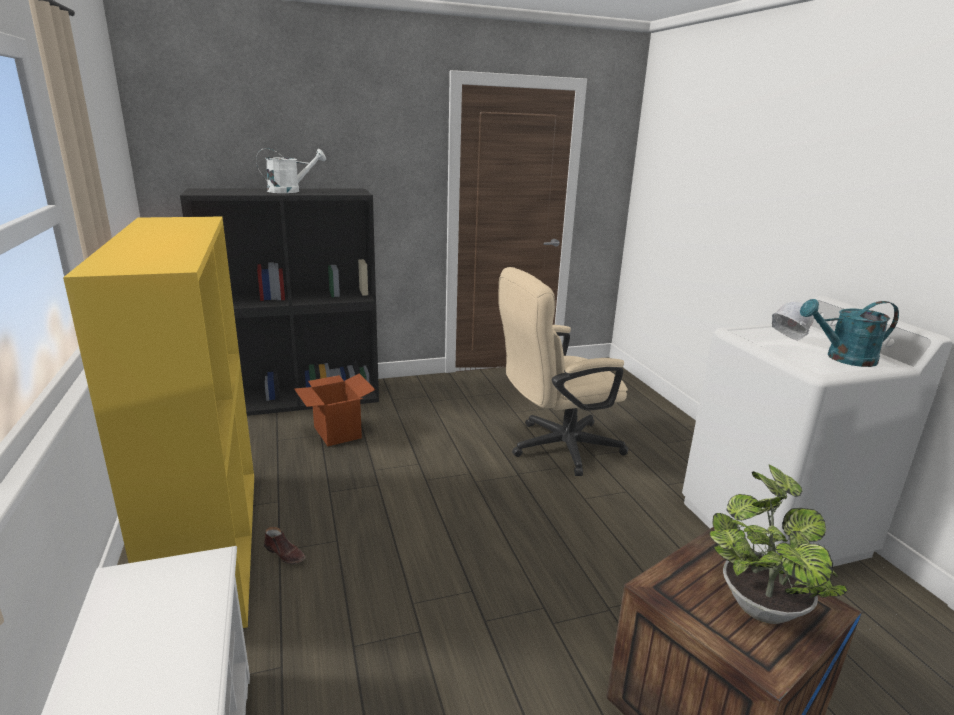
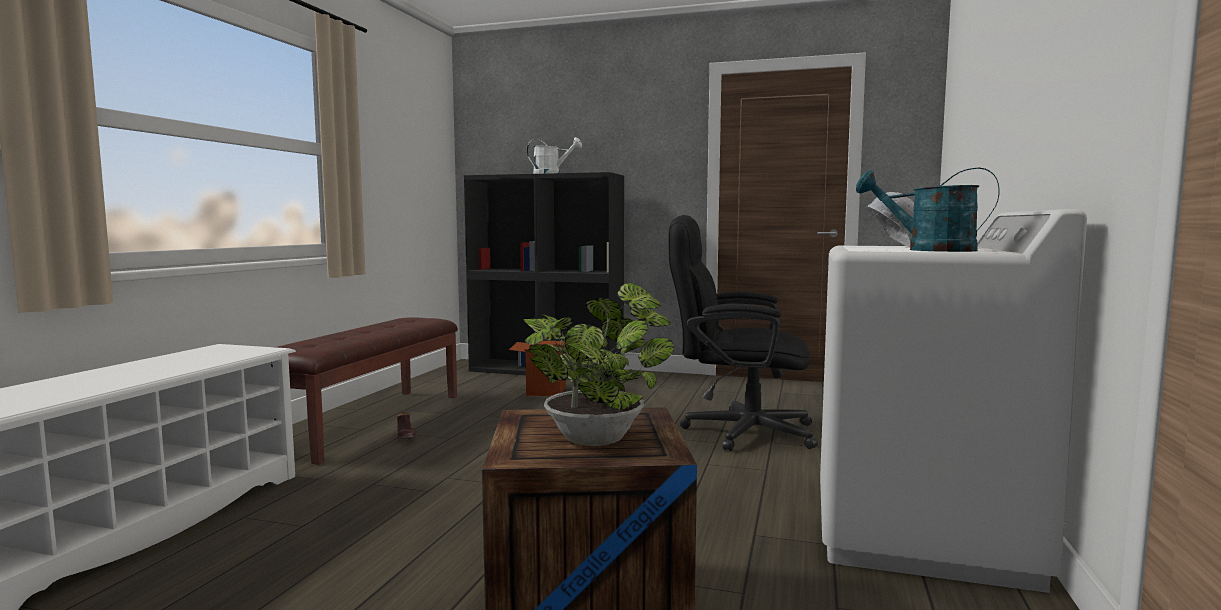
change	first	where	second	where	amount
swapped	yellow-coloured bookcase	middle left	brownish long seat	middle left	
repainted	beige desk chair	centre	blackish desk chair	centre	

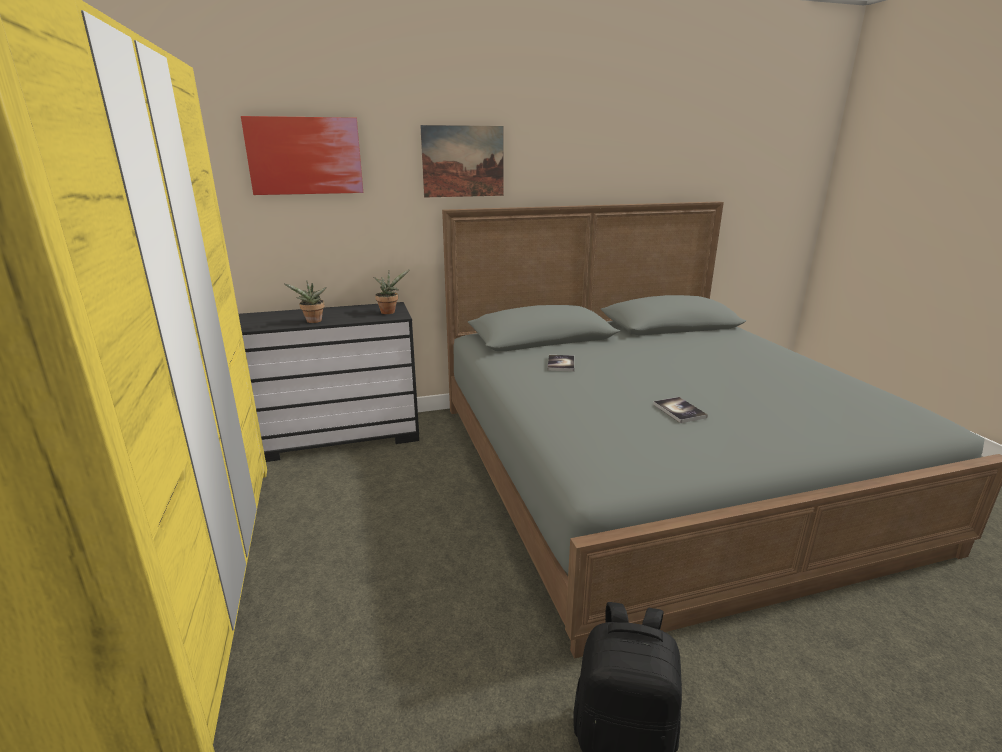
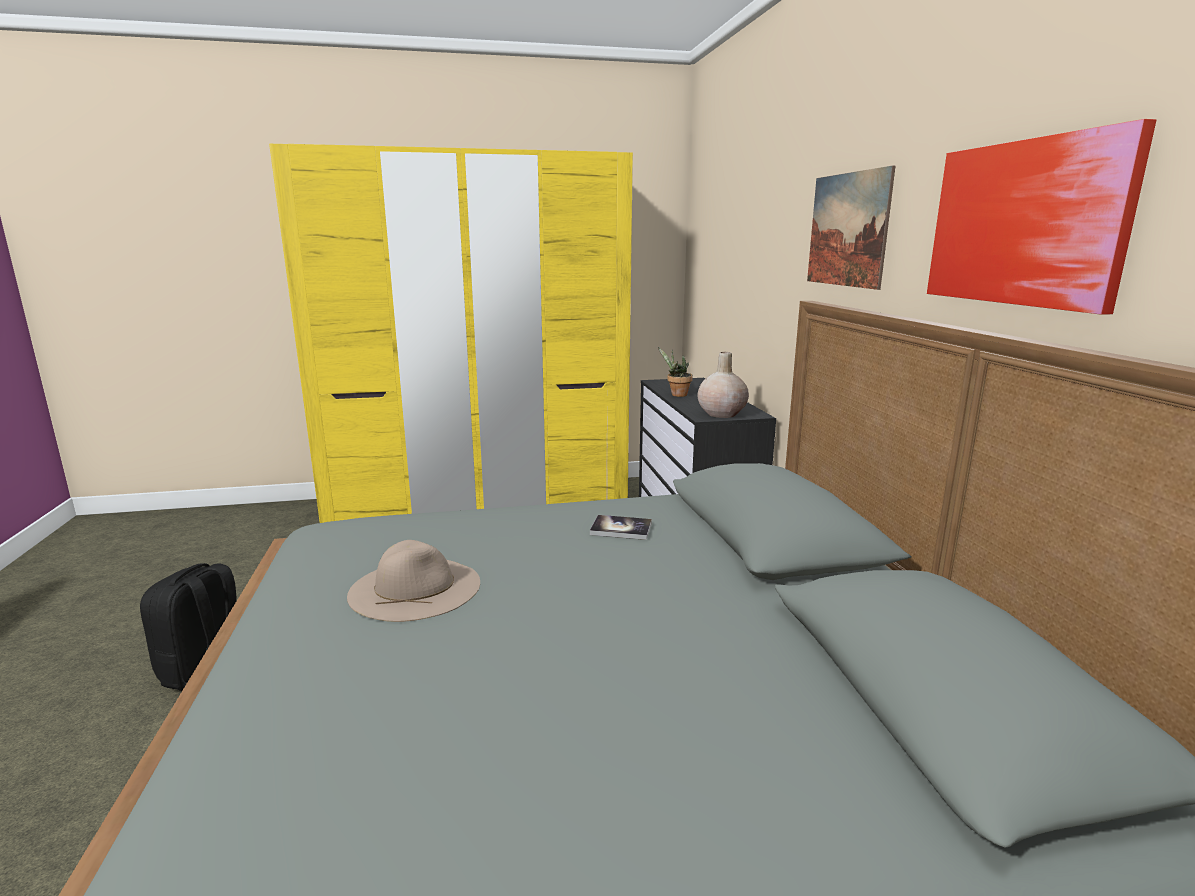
change	first	where	second	where	amount
shifted	picture (no. 1 from left in the first image)	top left	picture (no. 2 from left)	top right	
swapped	potted plant (no. 2 from left)	centre	beige decorative vase	centre	
swapped	book (no. 2 from left)	middle right	beige clothing hat	centre	

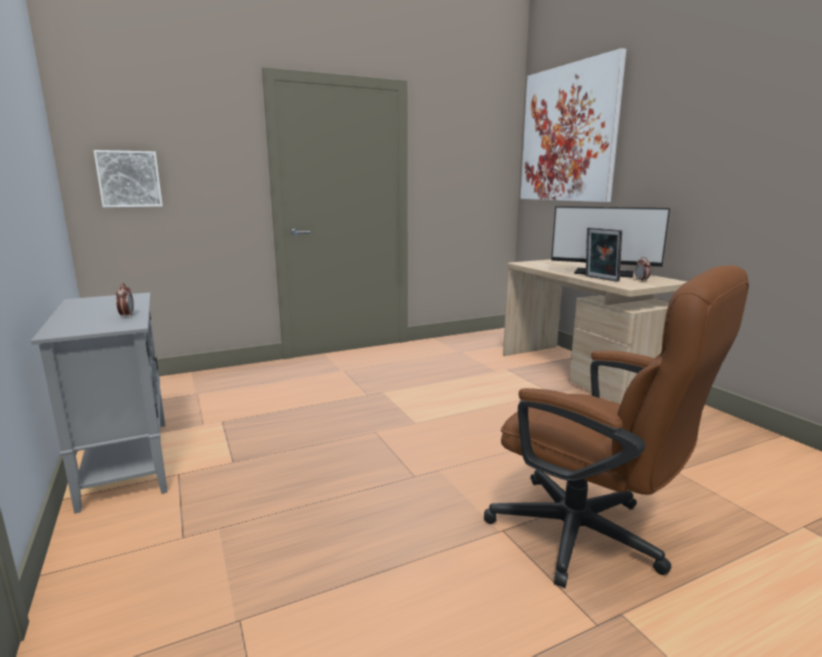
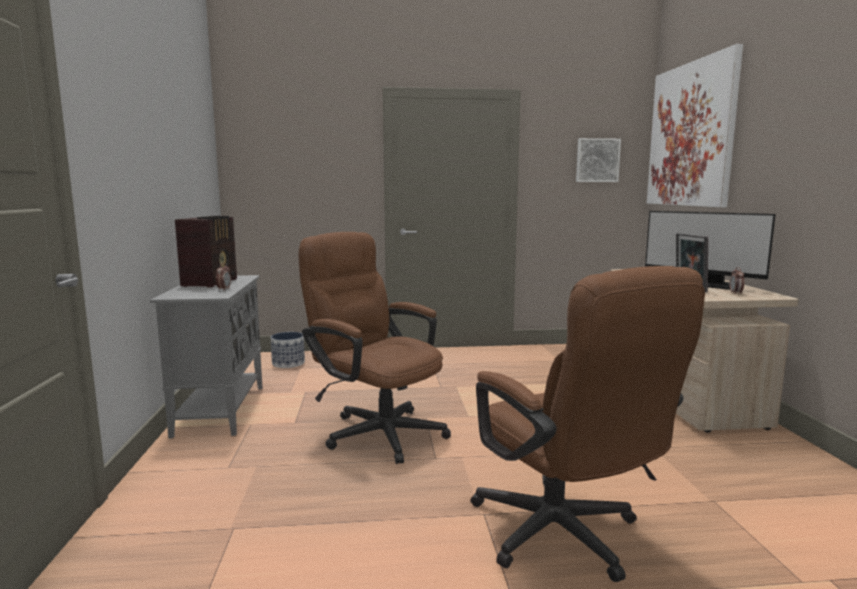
change	first	where	second	where	amount
shifted	picture (no. 1 from left)	top left		top right	
new			radio	middle left	
new			flower pot	centre	
new			brownish desk chair (no. 1 from left)	centre	

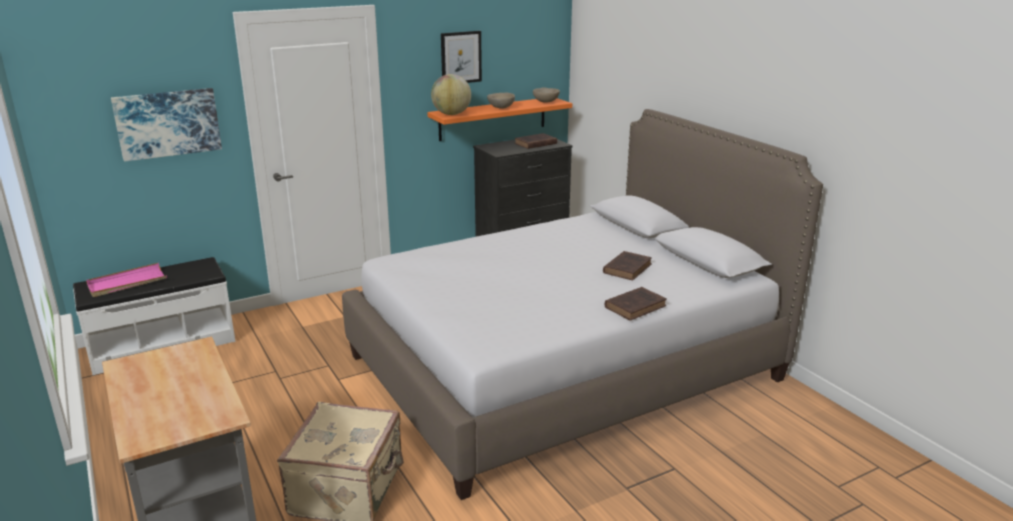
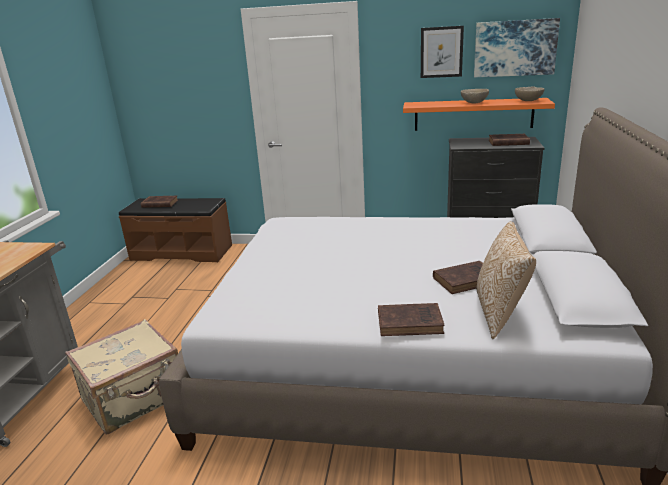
change	first	where	second	where	amount
repainted	white-coloured long seat	middle left	brownish long seat	middle left	
swapped	pink tray	middle left	brownish book (no. 1 from left)	middle left	
shifted	picture (no. 1 from left in the first image)	top left	picture (no. 2 from left)	top right	
gone	globe	top centre			
new			throw pillow	middle right	

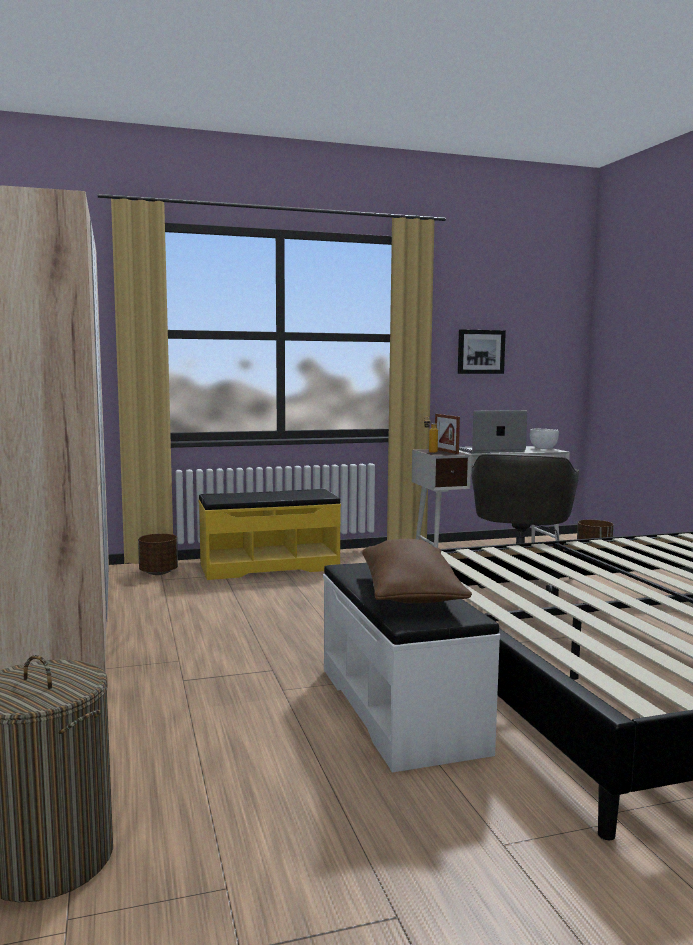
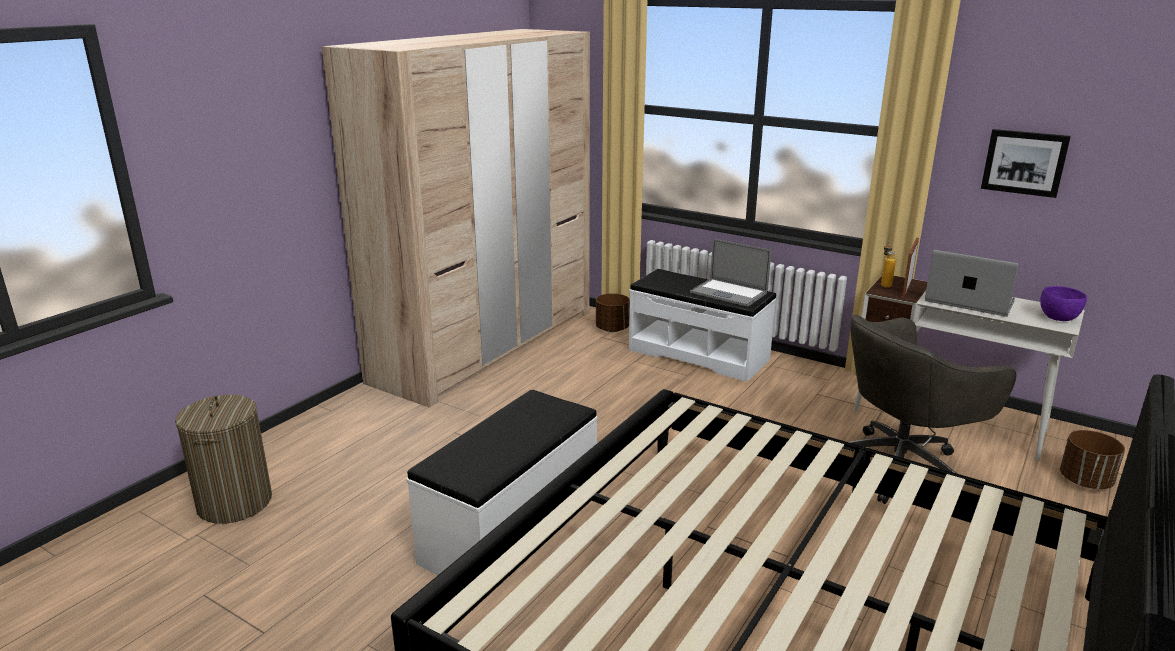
change	first	where	second	where	amount
repainted	yellow-coloured long seat	centre	white-coloured long seat (no. 2 from left)	centre	
gone	brownish throw pillow	centre			
repainted	white-coloured serving bowl	middle right	purplish serving bowl	middle right	
new			portable computer (no. 1 from left)	centre	

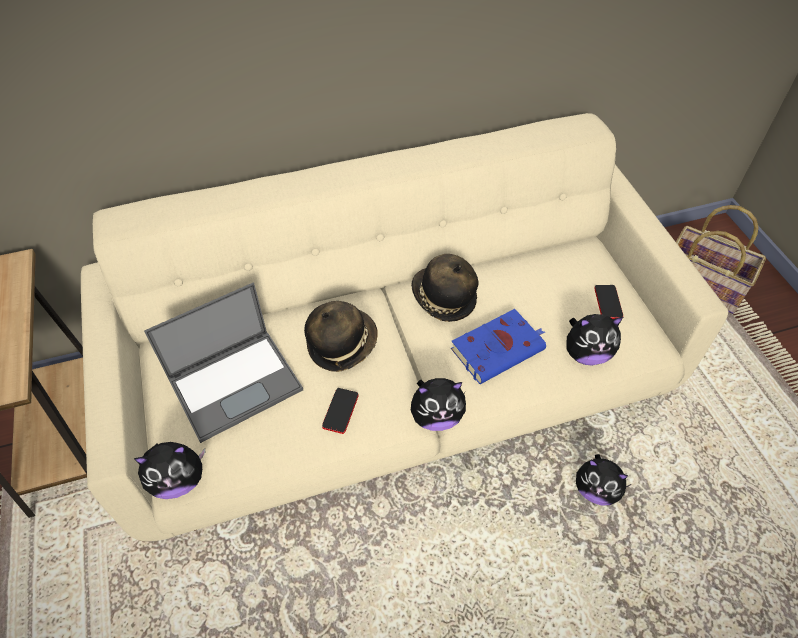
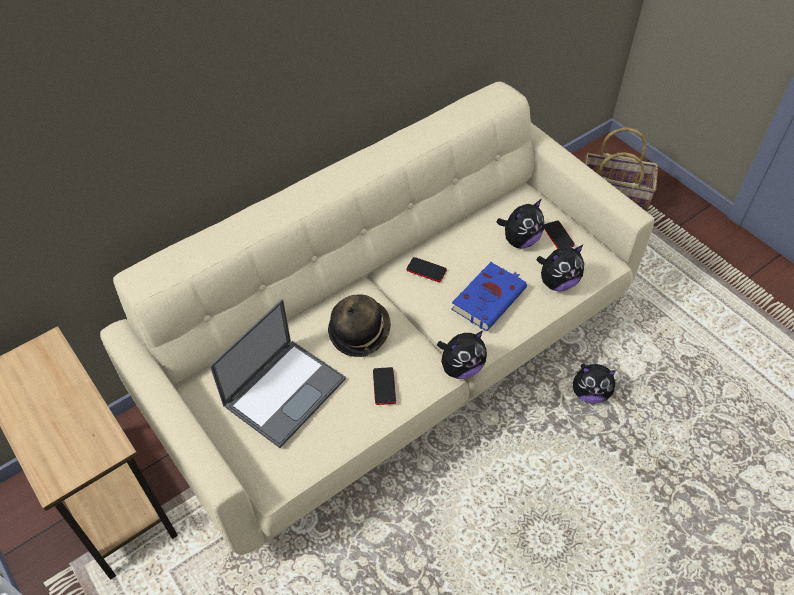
change	first	where	second	where	amount
shifted	soft toy (no. 1 from left in the first image)	bottom left	soft toy (no. 2 from left)	centre	
swapped	clothing hat (no. 2 from left)	centre	phone (no. 2 from left)	centre	

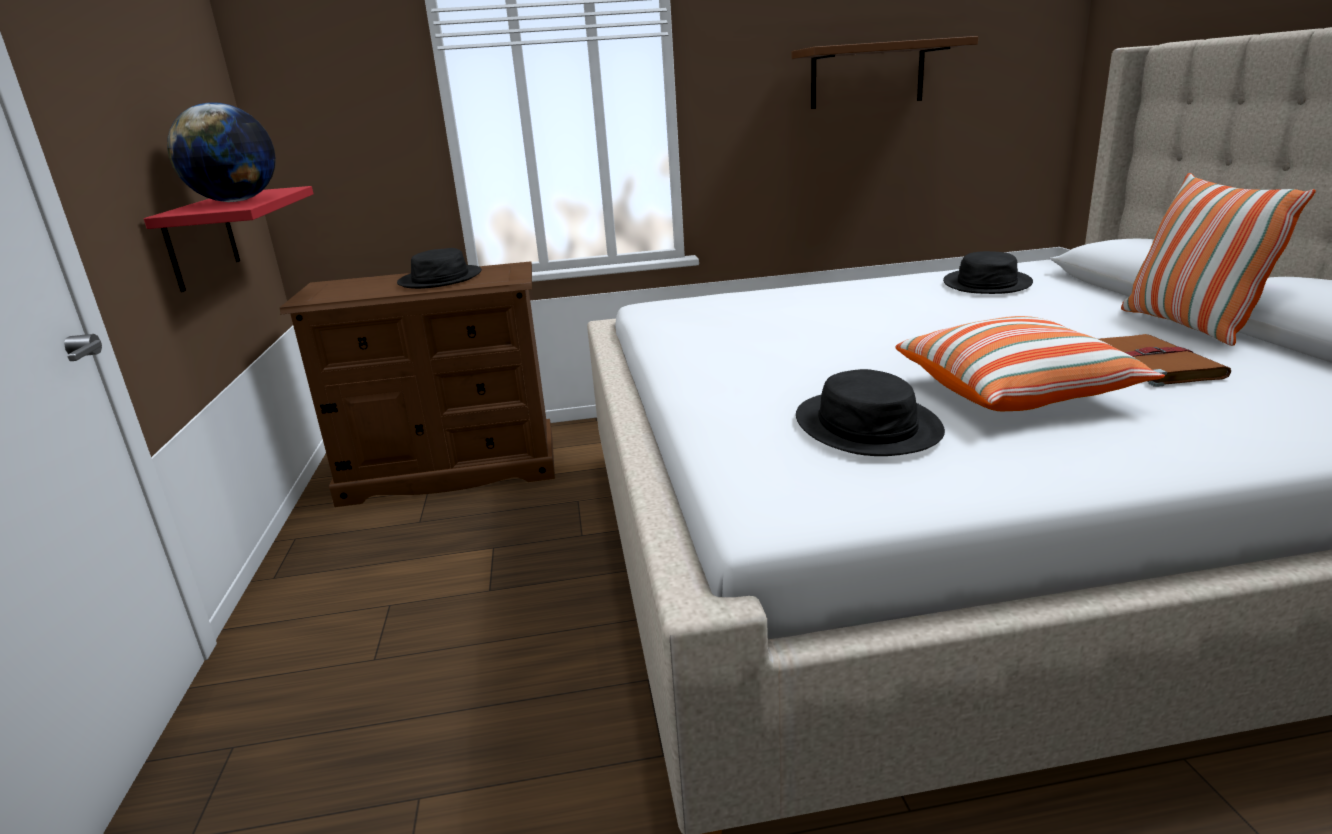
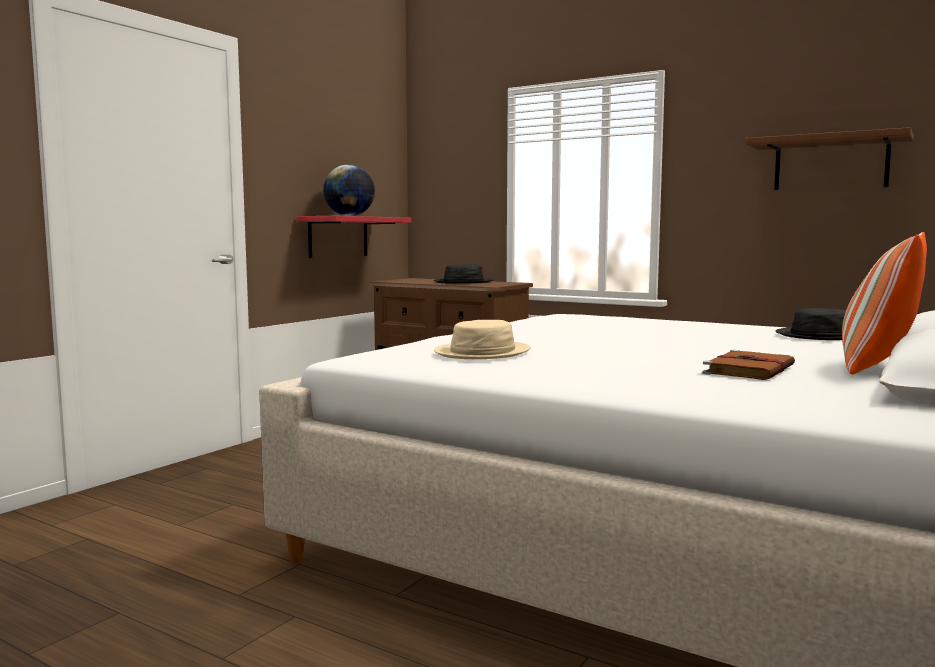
change	first	where	second	where	amount
repainted	blackish clothing hat (no. 2 from left)	centre	beige clothing hat	centre	
gone	throw pillow (no. 1 from left)	middle right			

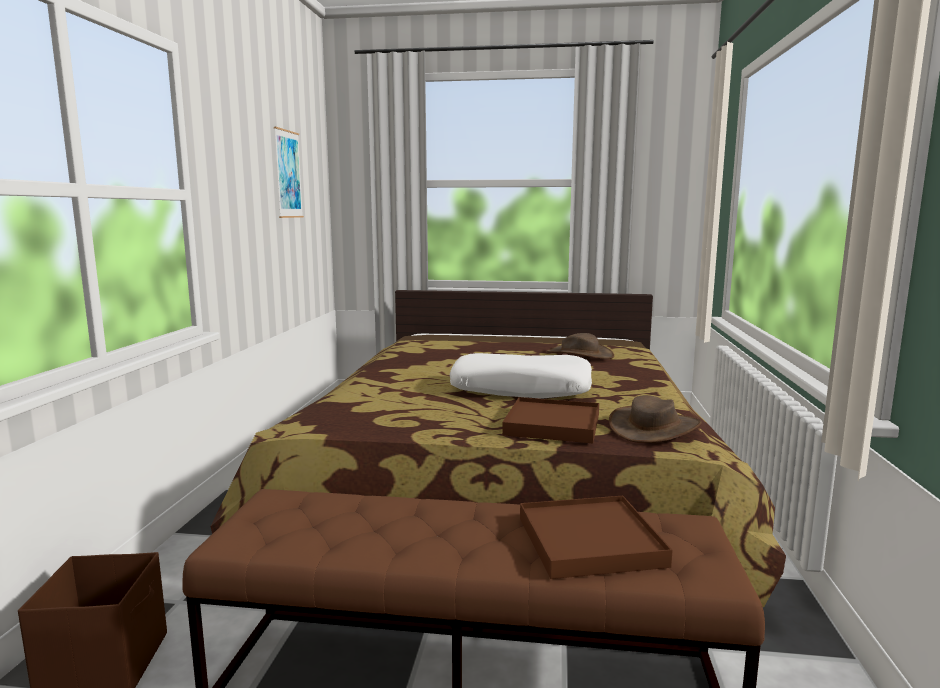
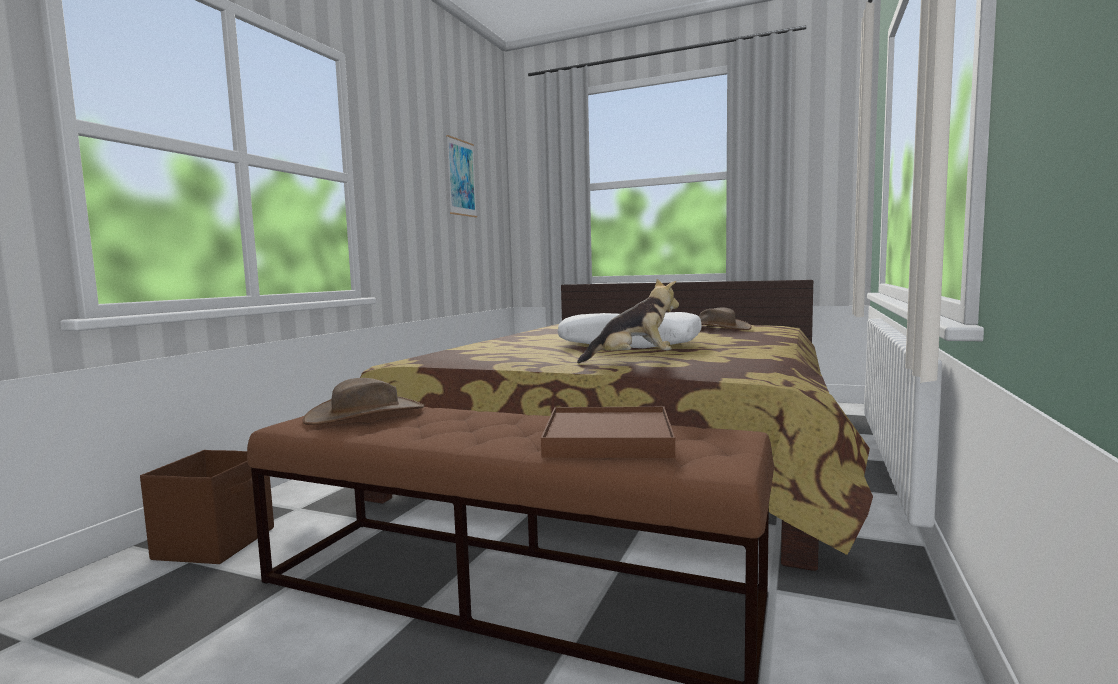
change	first	where	second	where	amount
swapped	brownish tray (no. 1 from left)	centre	soft toy	centre	
shifted	brownish clothing hat (no. 2 from left in the first image)	middle right	brownish clothing hat (no. 1 from left)	middle left	

